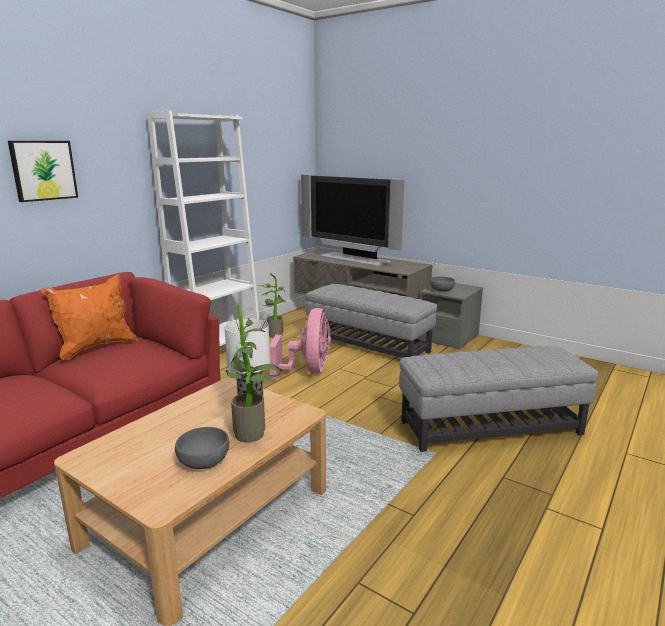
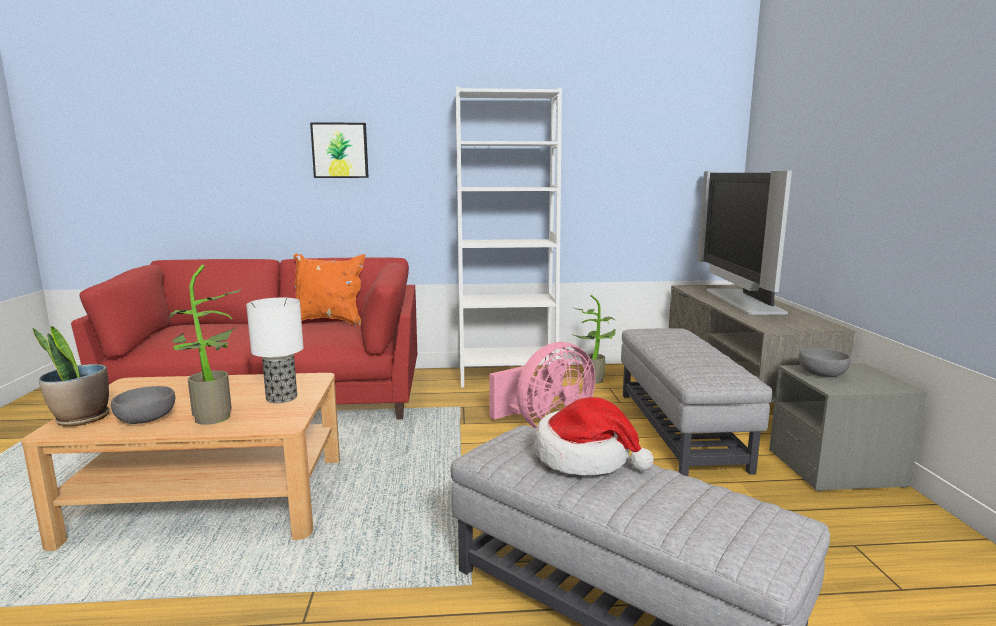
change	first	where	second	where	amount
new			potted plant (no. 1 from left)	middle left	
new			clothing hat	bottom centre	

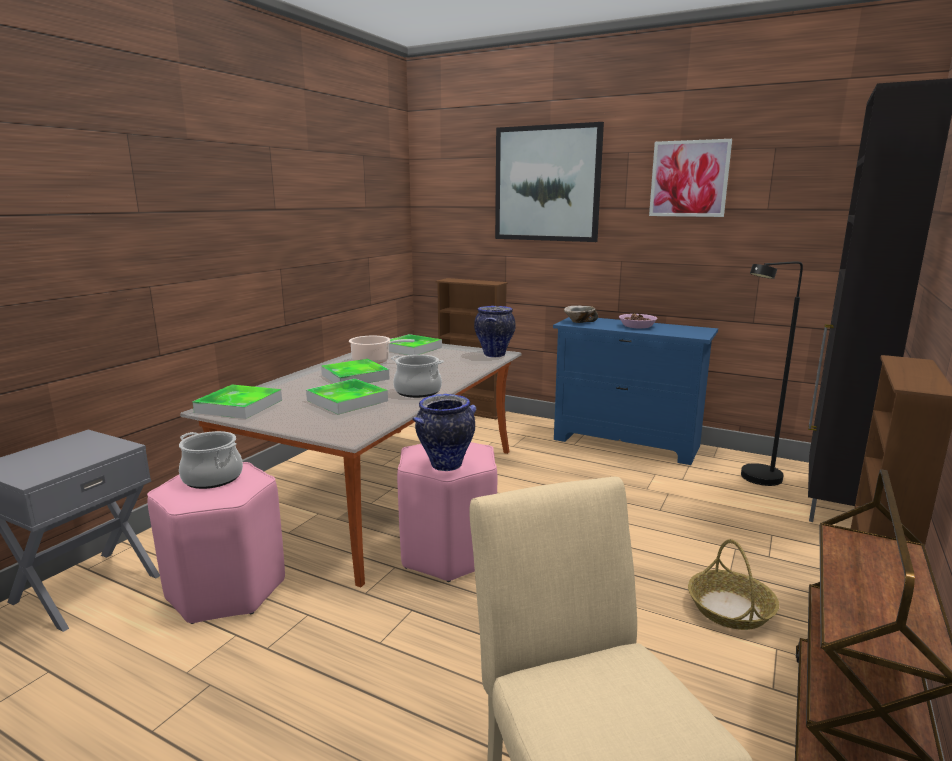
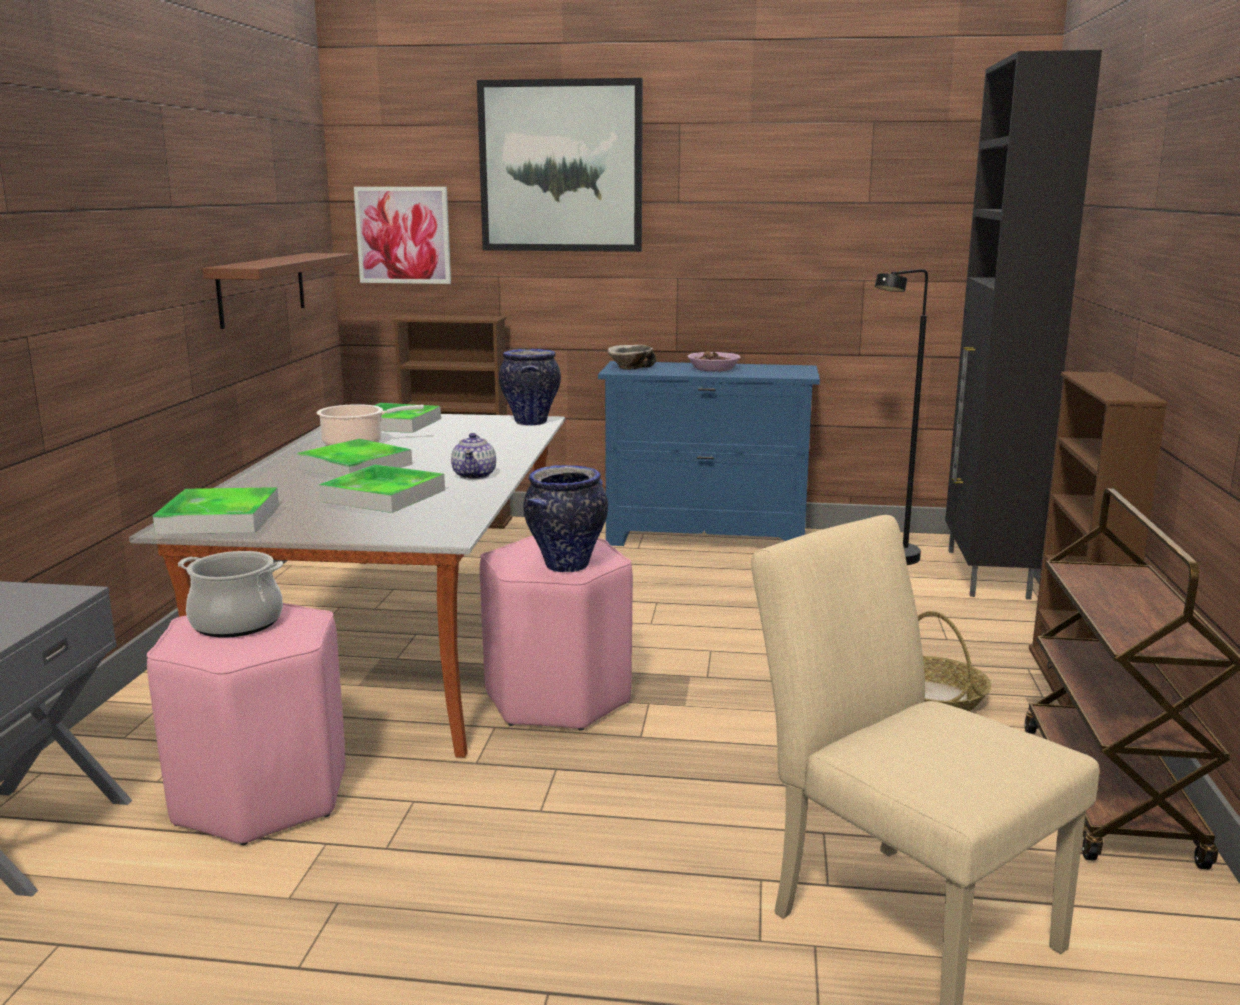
change	first	where	second	where	amount
swapped	saucepot (no. 3 from left)	centre	tea pot	centre	
shifted	picture (no. 2 from left in the first image)	top right	picture (no. 1 from left)	top left	
new			brownish shelf	top left	

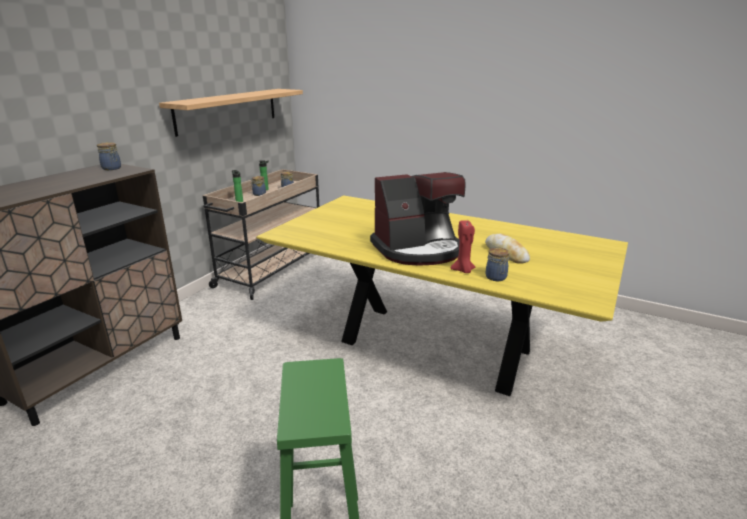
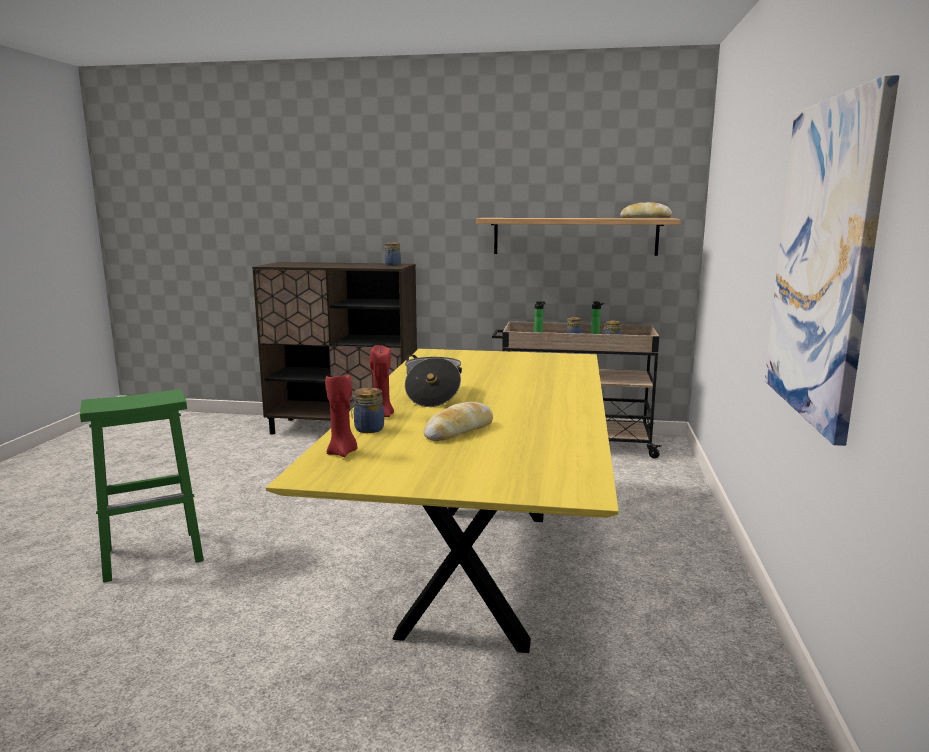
change	first	where	second	where	amount
swapped	coffee maker	centre	saucepot	centre	
new			red wax light (no. 1 from left)	centre	
new			bread (no. 2 from left)	top right	
new			picture	middle right	

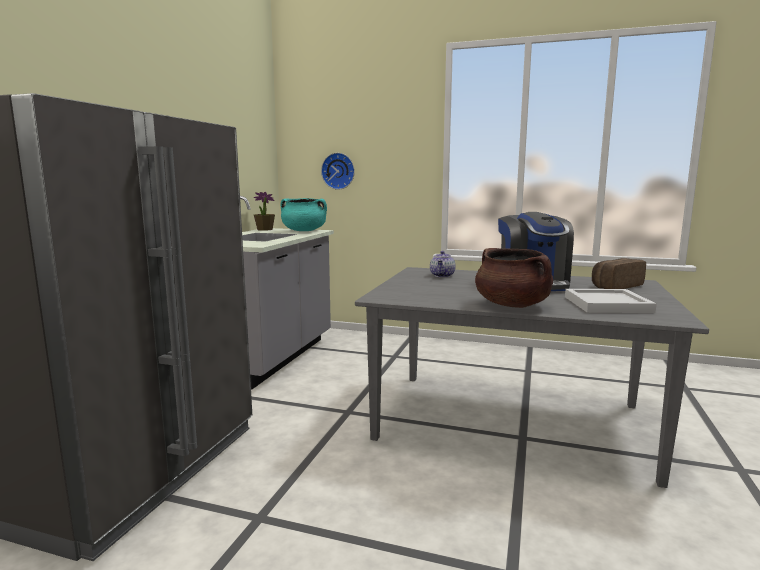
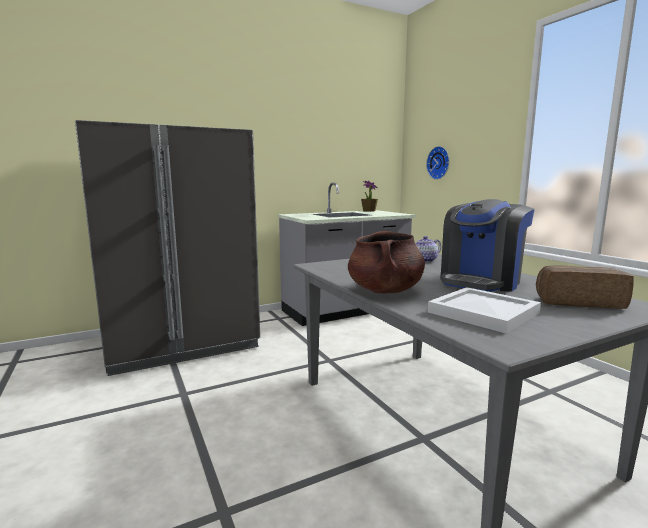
change	first	where	second	where	amount
gone	blue-green saucepot	centre			

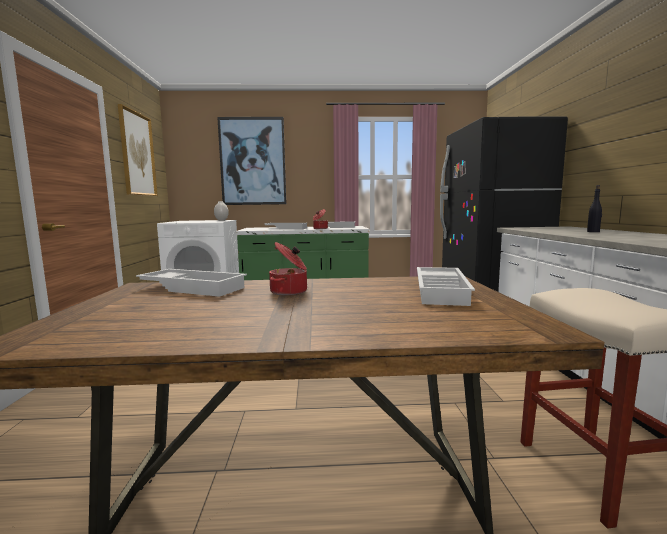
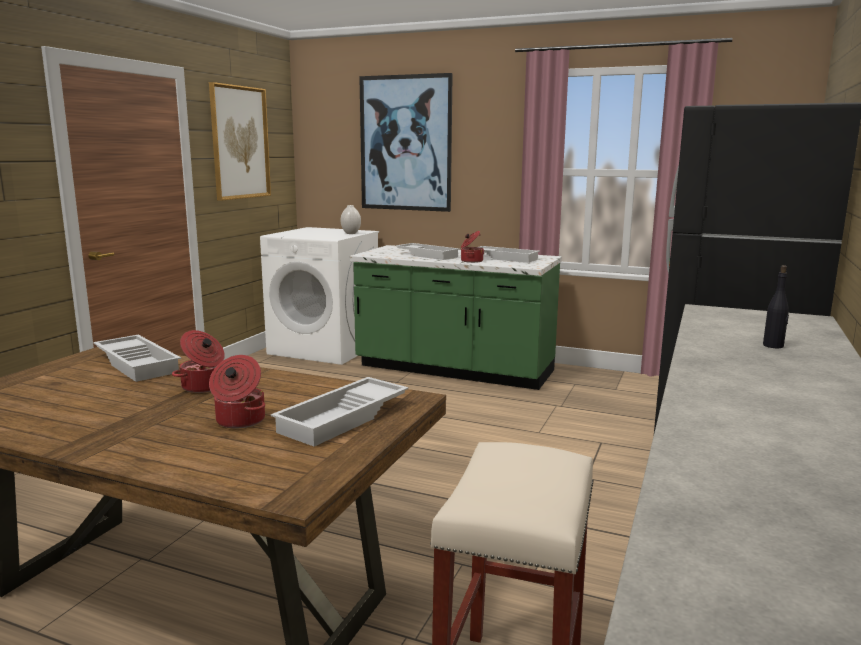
change	first	where	second	where	amount
new			saucepot (no. 2 from left)	middle left	

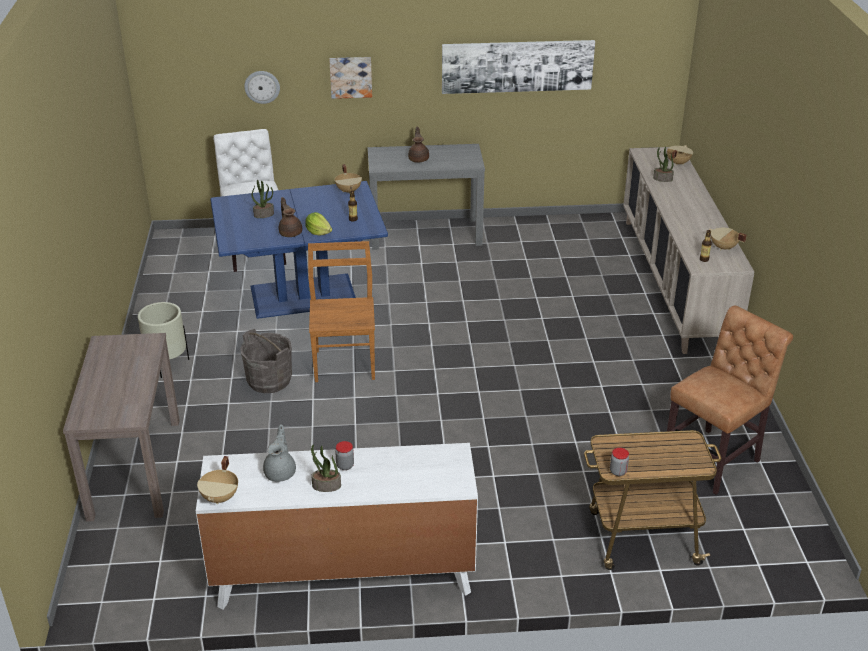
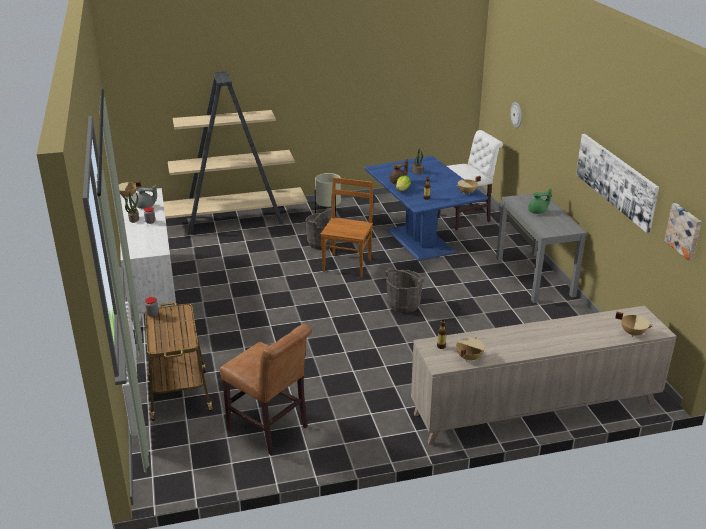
change	first	where	second	where	amount
swapped	brownish narrow table	middle left	beige bookcase	top left	
rotated	brownish chair (no. 1 from left in the first image)	centre	brownish chair (no. 2 from left)	centre	60 degrees counterclockwise
shifted	picture (no. 1 from left in the first image)	top centre	picture (no. 2 from left)	middle right	
repainted	brownish tea pot (no. 2 from left)	top centre	green tea pot	middle right	
gone	potted plant (no. 3 from left)	top right			
new			grey pail (no. 2 from left)	centre	

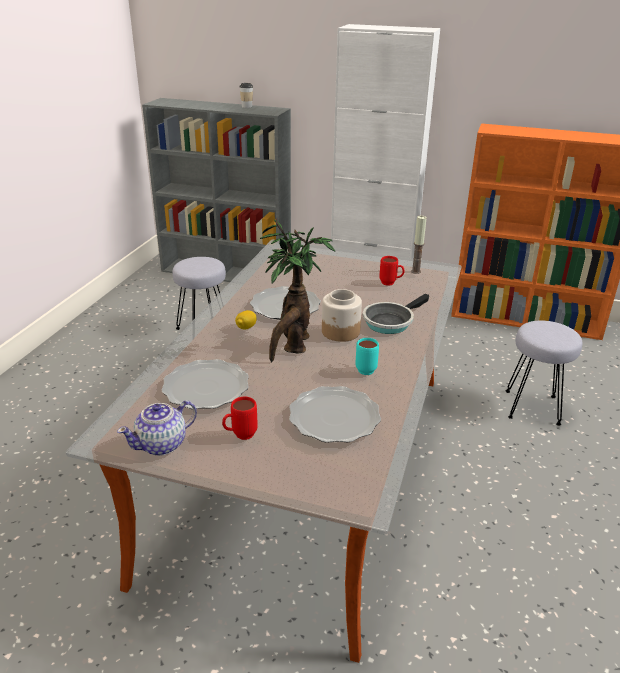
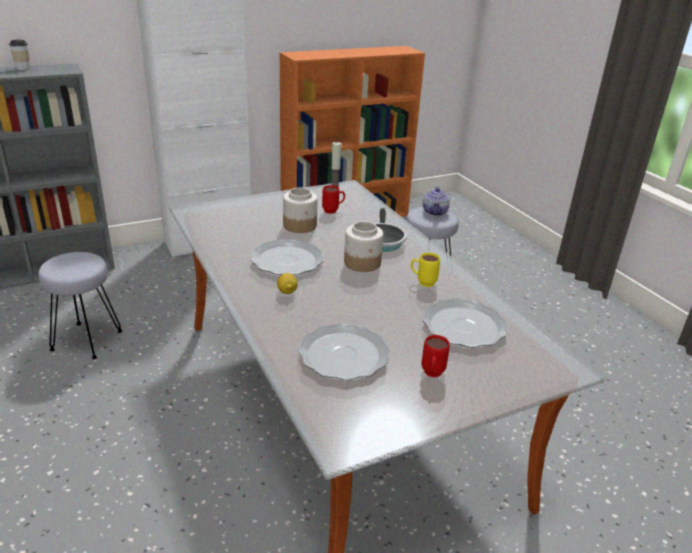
change	first	where	second	where	amount
shifted	tea pot	middle left		centre	
gone	potted plant	centre			
repainted	blue-green coffee mug	centre	yellow-coloured coffee mug	centre	
new			storage jar (no. 1 from left)	centre	

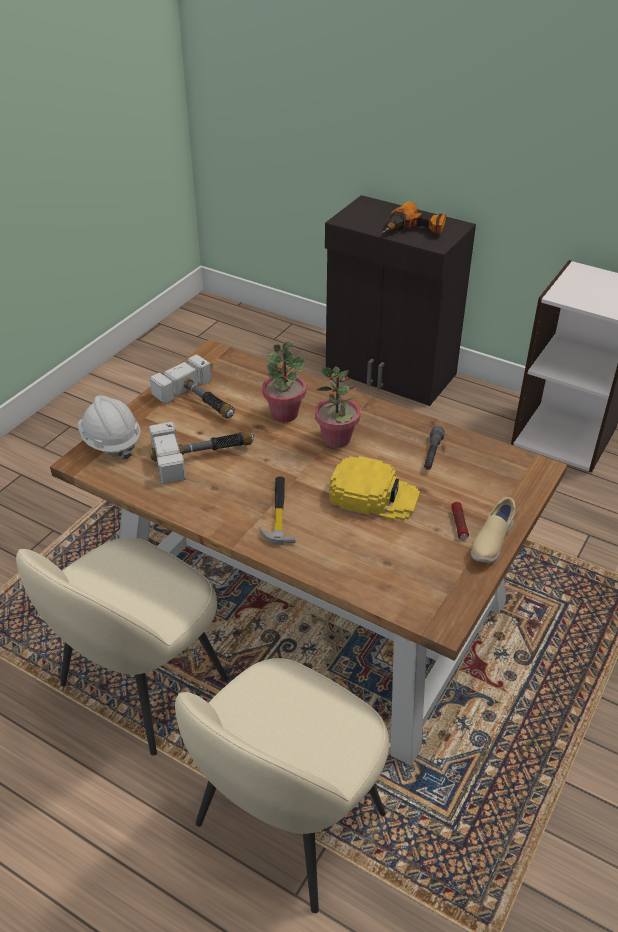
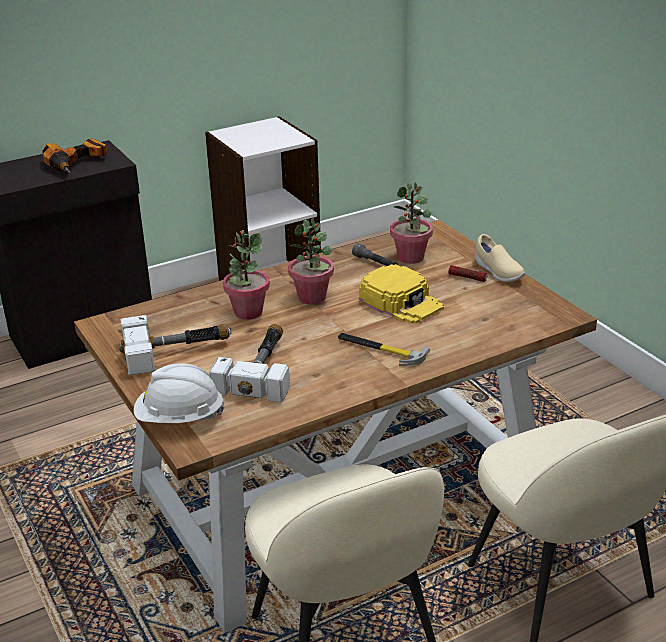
change	first	where	second	where	amount
rotated	yellow-coloured cap	centre		centre	90 degrees clockwise
new			potted plant (no. 3 from left)	centre	

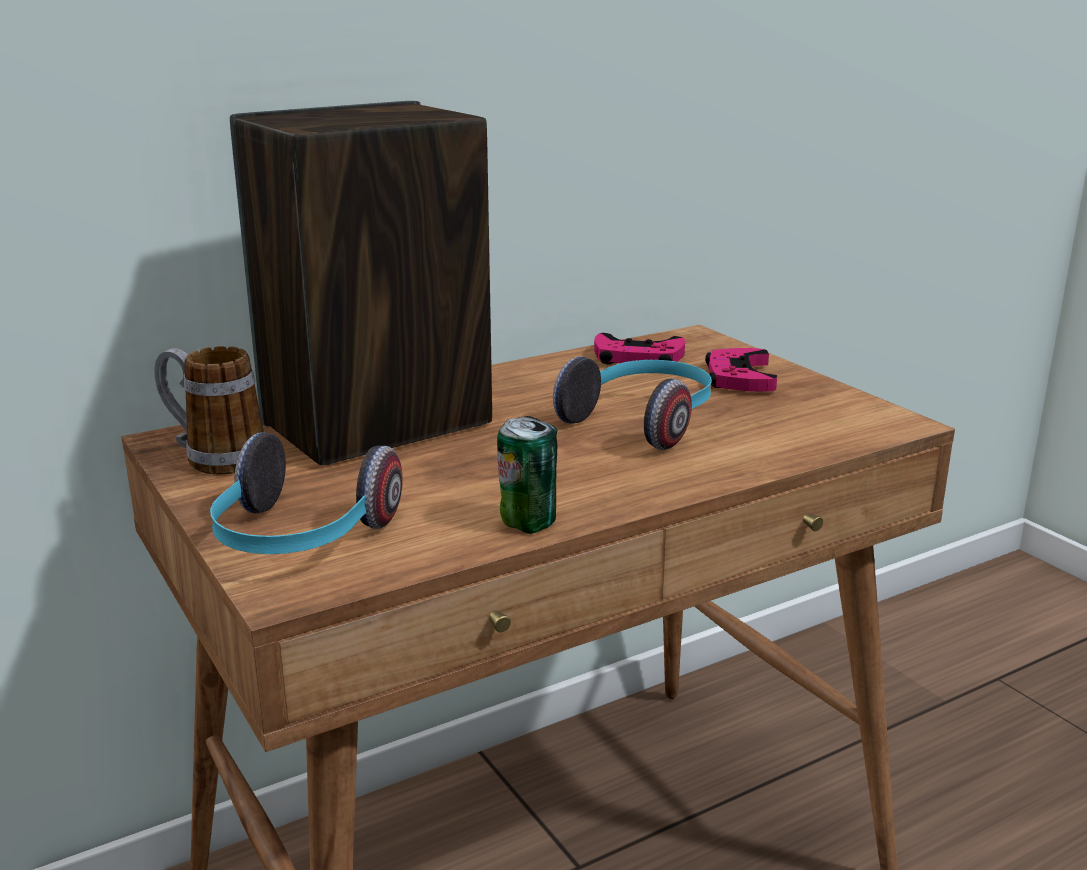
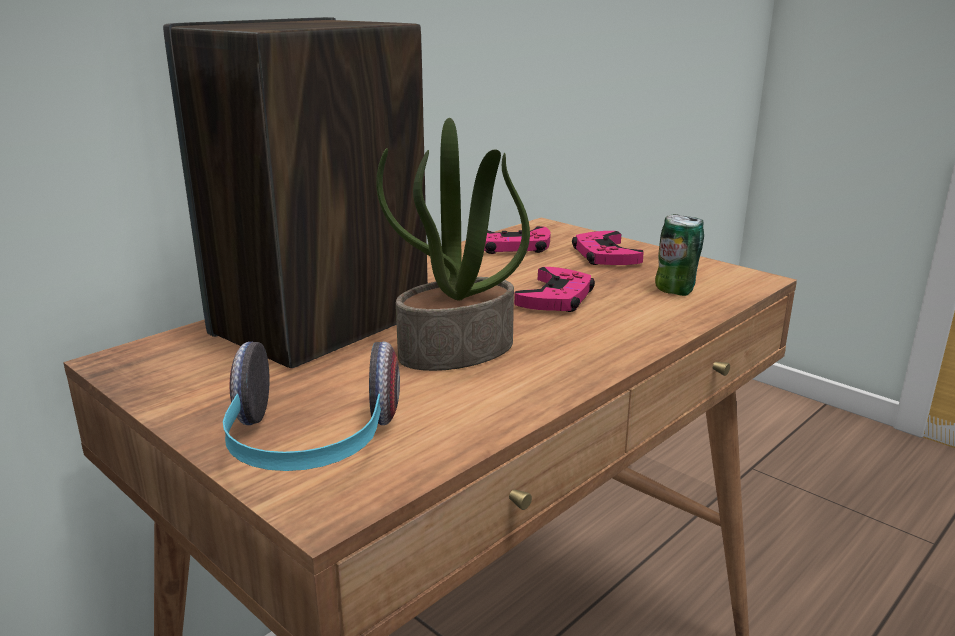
change	first	where	second	where	amount
gone	coffee mug	middle left			
shifted	metal can	centre		middle right	
swapped	headphones (no. 2 from left)	centre	pink gamepad (no. 2 from left)	centre	
new			potted plant	centre	

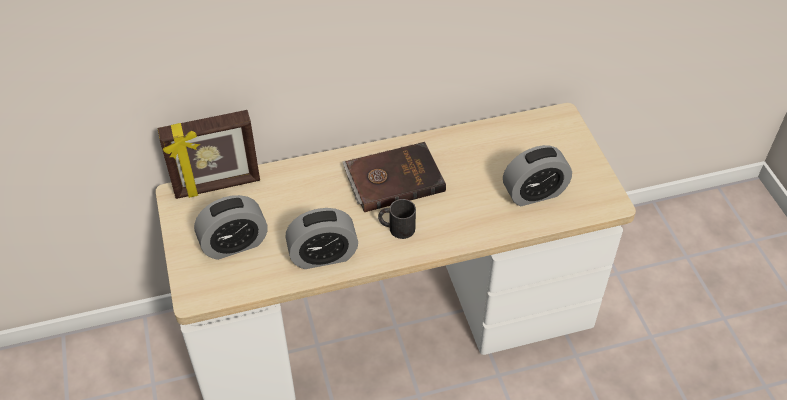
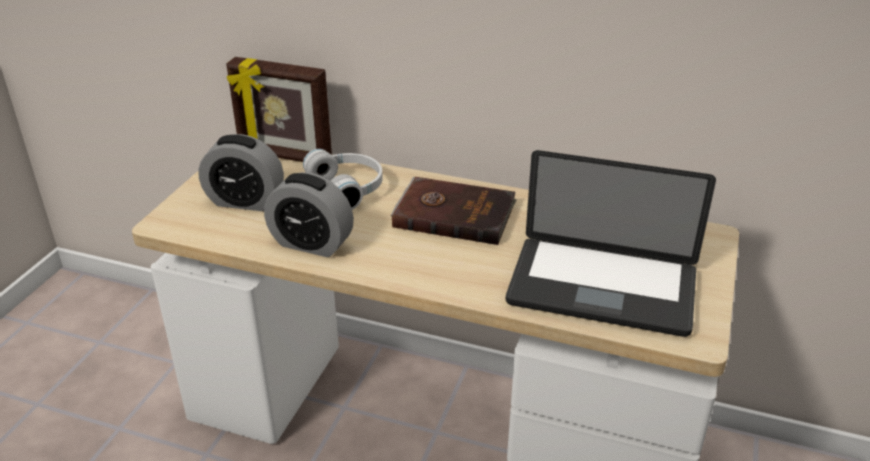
change	first	where	second	where	amount
gone	blackish coffee mug	centre			
swapped	table clock (no. 3 from left)	middle right	portable computer	middle right	
new			white-coloured headphones	centre	

